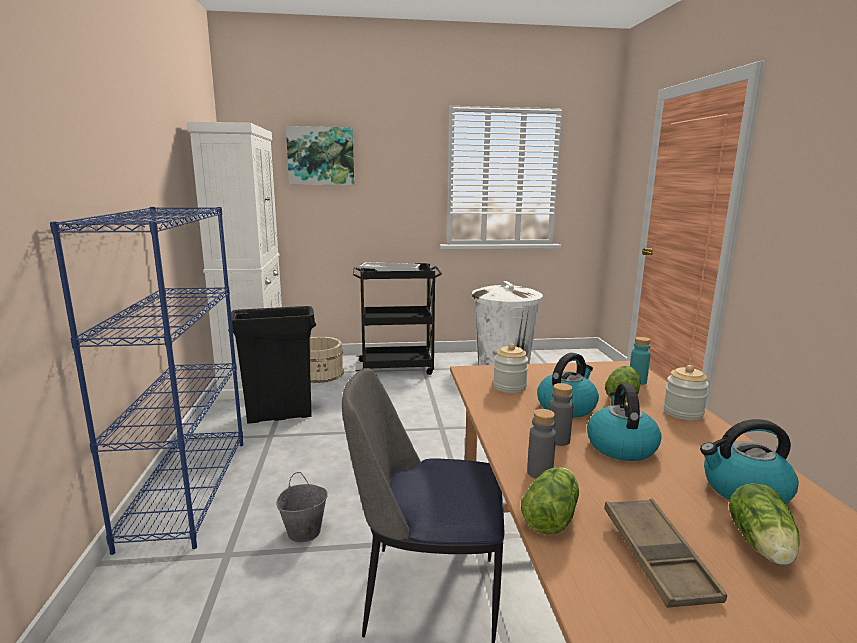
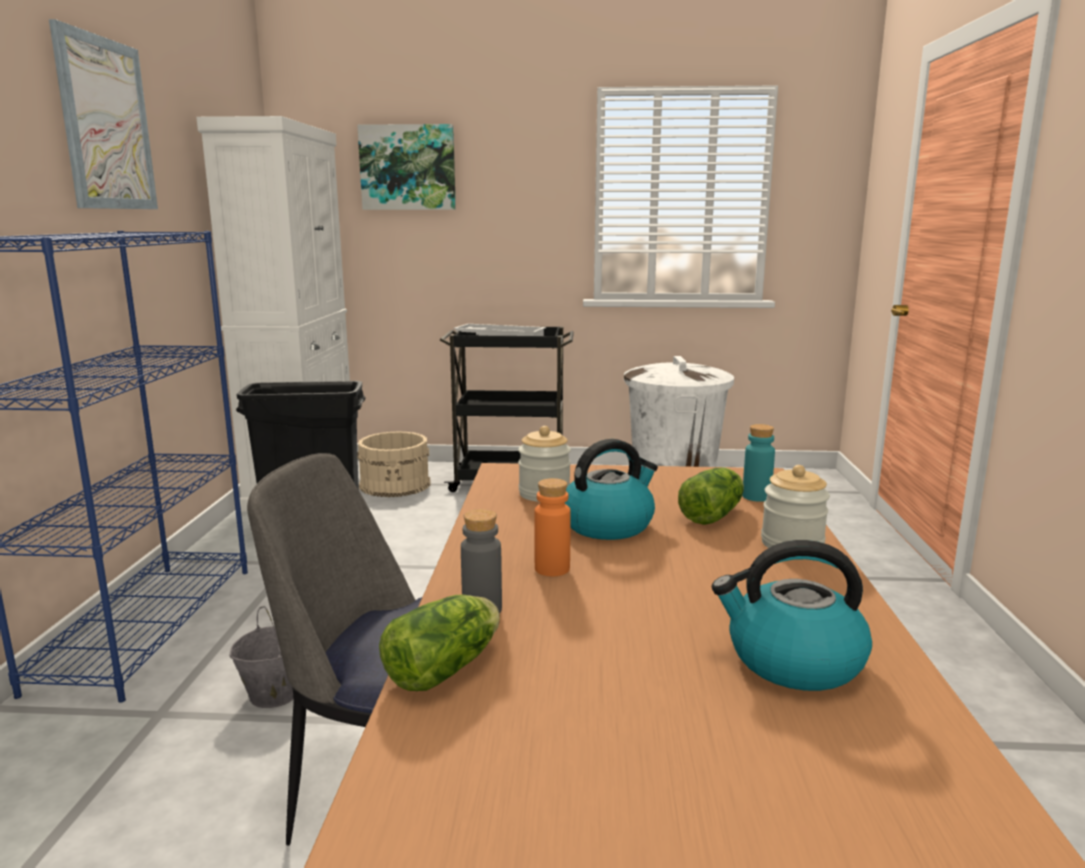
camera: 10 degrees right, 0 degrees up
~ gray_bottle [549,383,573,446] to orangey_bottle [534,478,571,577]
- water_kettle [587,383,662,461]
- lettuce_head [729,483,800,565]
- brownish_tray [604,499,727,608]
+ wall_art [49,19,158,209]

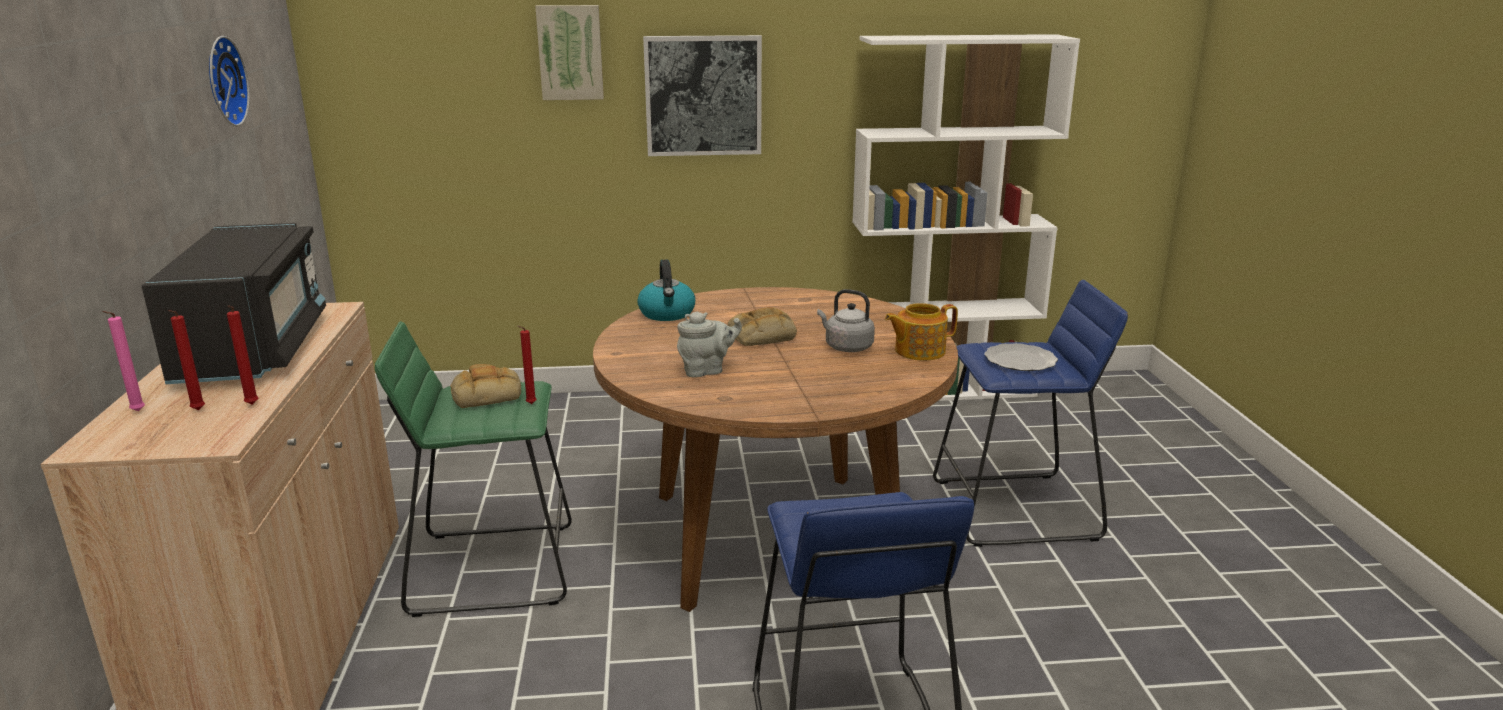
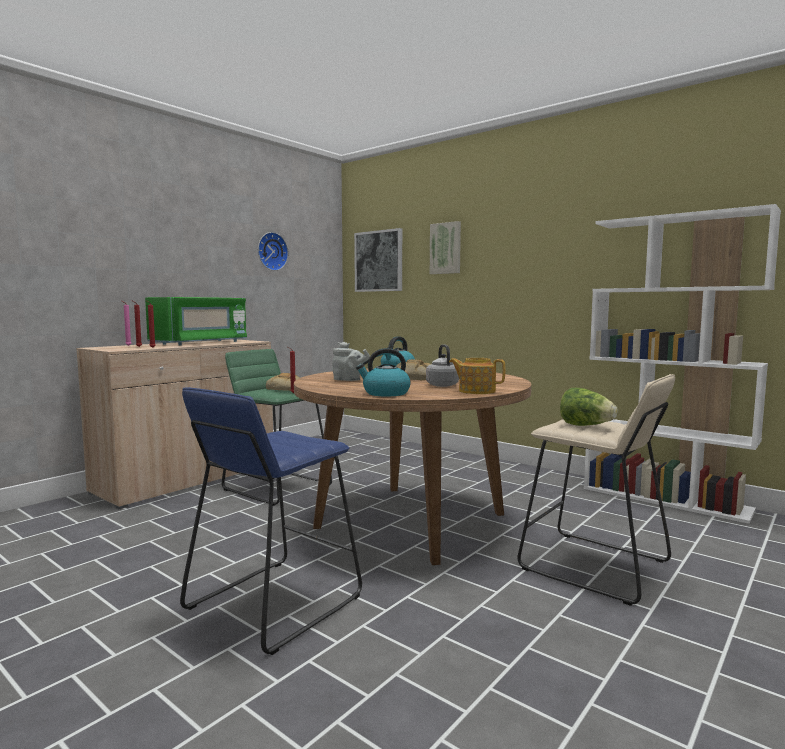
camera: 45 degrees right, 15 degrees down
~ wall_art [643,35,762,156] to [354,228,402,292]
~ black-coloured_kitchen_microwave [142,223,326,384] to green_kitchen_microwave [145,297,247,346]
~ blue_stool_seat [933,280,1128,547] to sand-coloured_stool_seat [517,374,675,606]
~ dinner_plate [984,343,1058,371] to lettuce_head [560,388,618,426]
+ water_kettle [356,348,411,396]

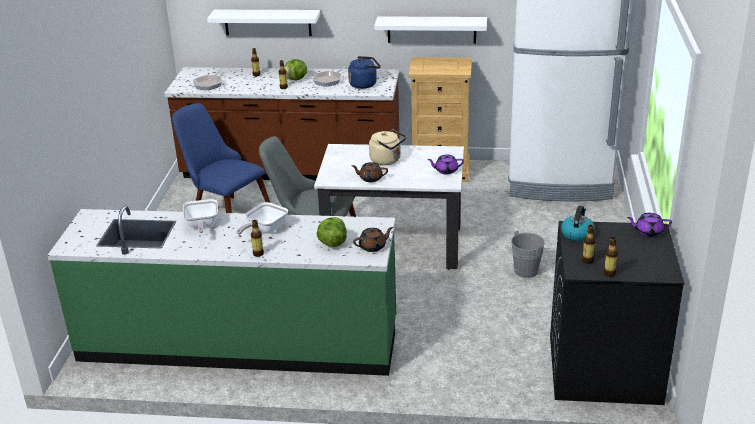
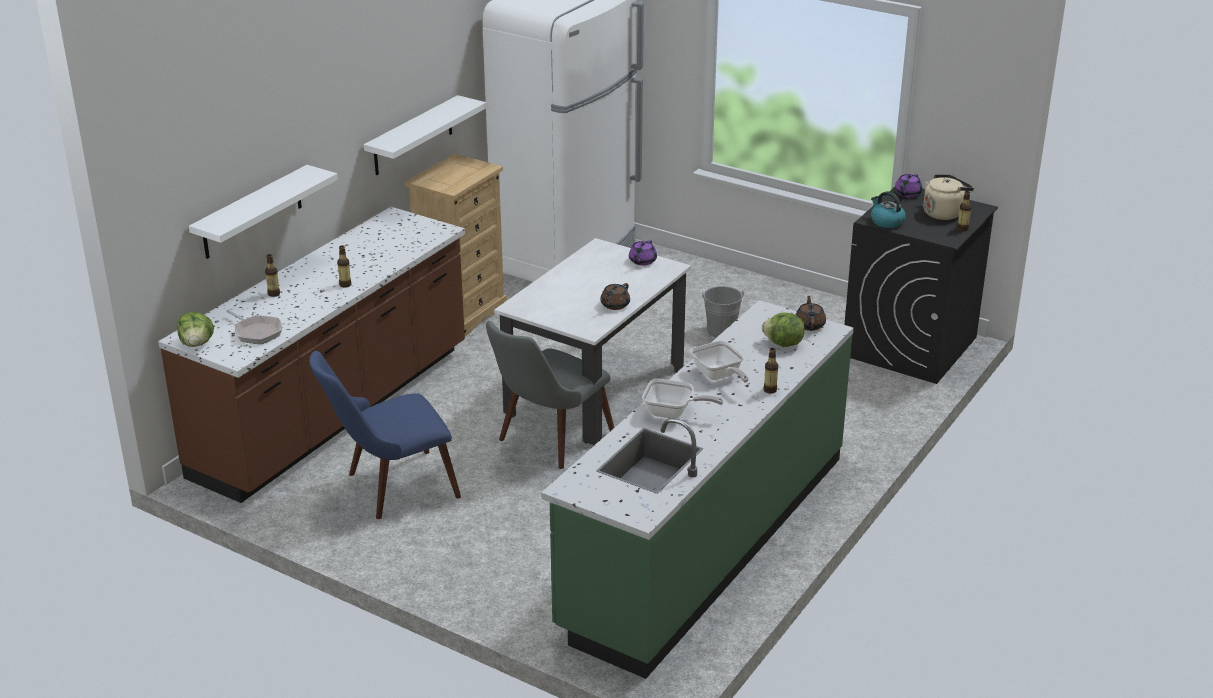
camera: 65 degrees left, 0 degrees up
- blue_water_kettle [348,56,381,89]
~ lettuce_head [284,59,307,80] to [177,312,214,347]
- frying_pan [313,66,347,87]
~ sand-coloured_water_kettle [369,129,406,165] to [923,174,974,220]
- bottle [582,225,596,264]

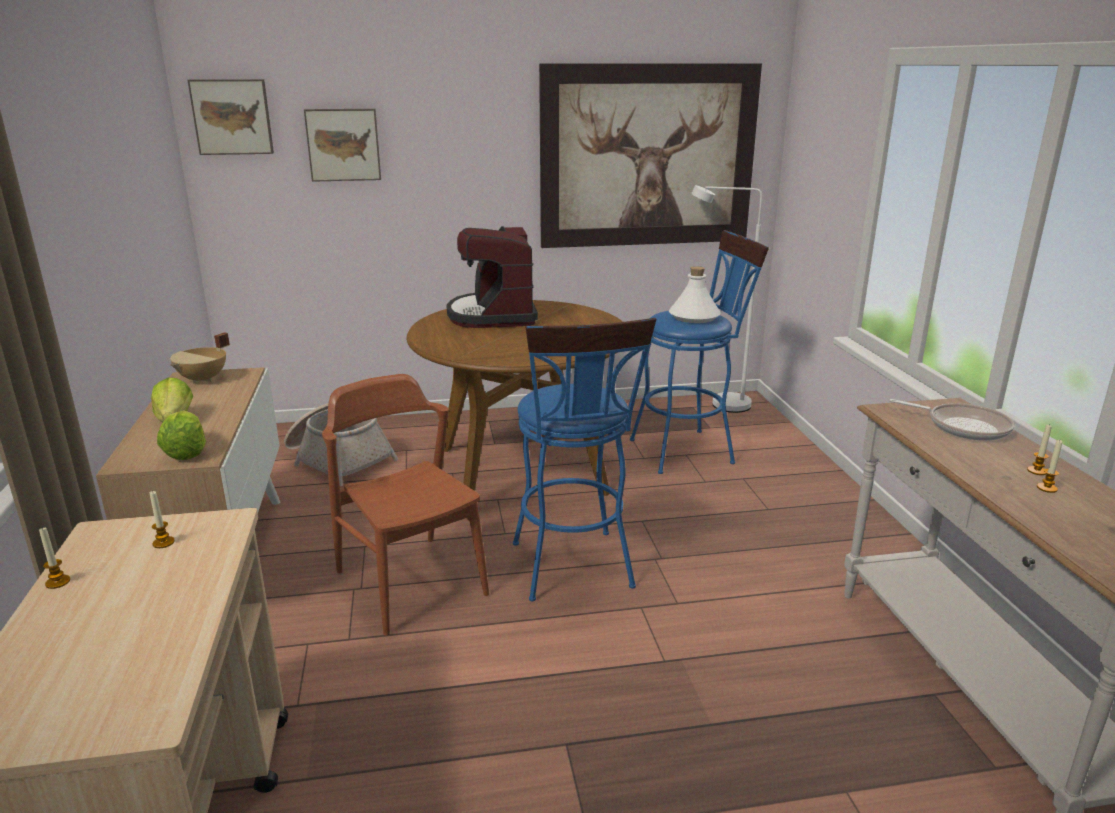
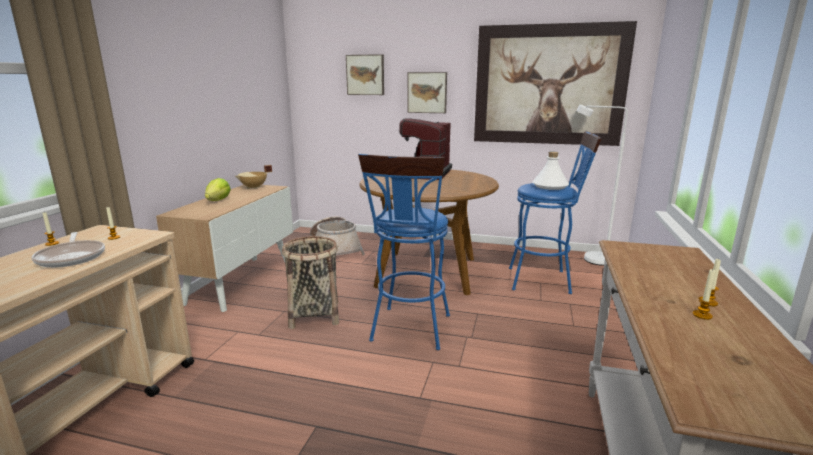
camera: 25 degrees right, 5 degrees down
~ wall_art [187,79,274,155] to [407,72,447,113]
~ brownish_plain_chair [322,374,489,636] to basket [282,236,339,329]
~ frying_pan [889,399,1014,441] to [31,232,105,268]
- lettuce_head [157,410,206,460]

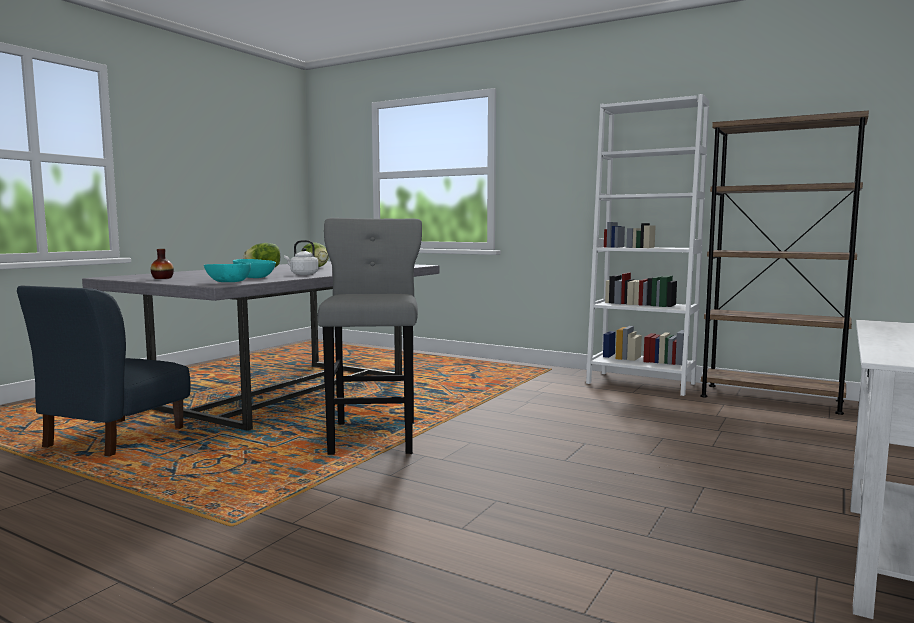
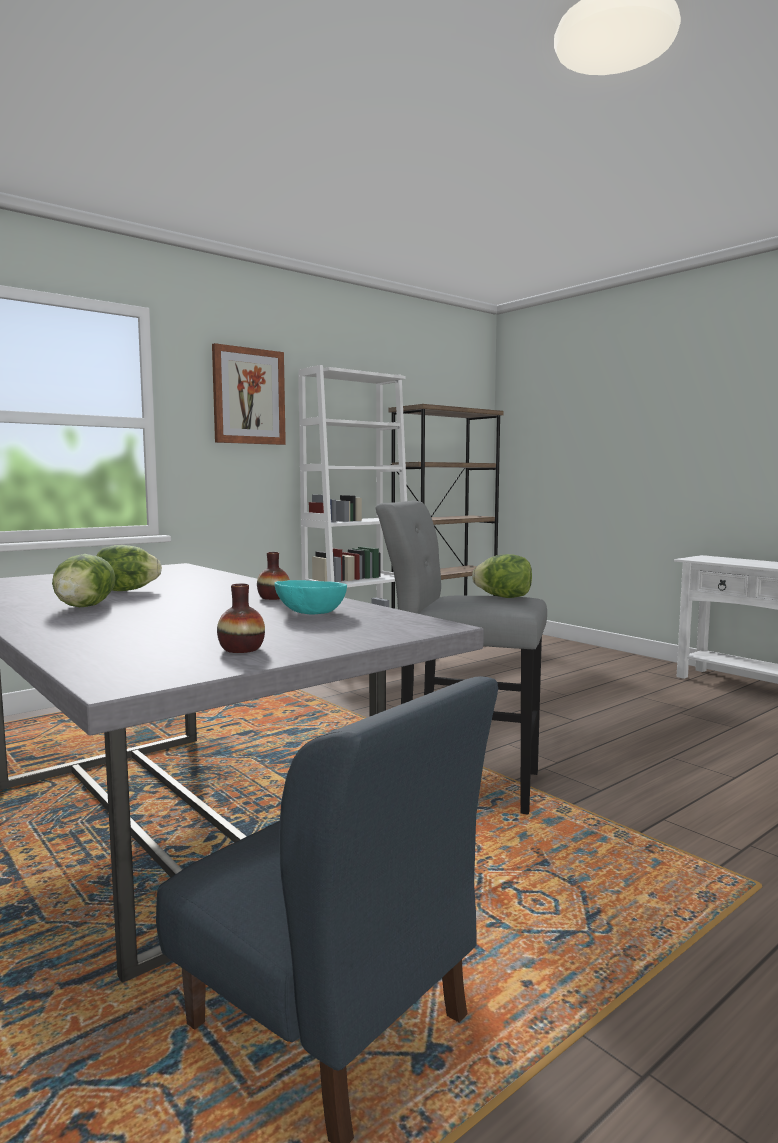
camera: 70 degrees left, 0 degrees up
~ whitish_water_kettle [284,240,319,275] to decorative_vase [257,552,290,600]
- turquoise-coloured_deep_dish [204,264,251,282]
+ wall_art [212,343,286,445]
+ lettuce_head [472,554,532,598]

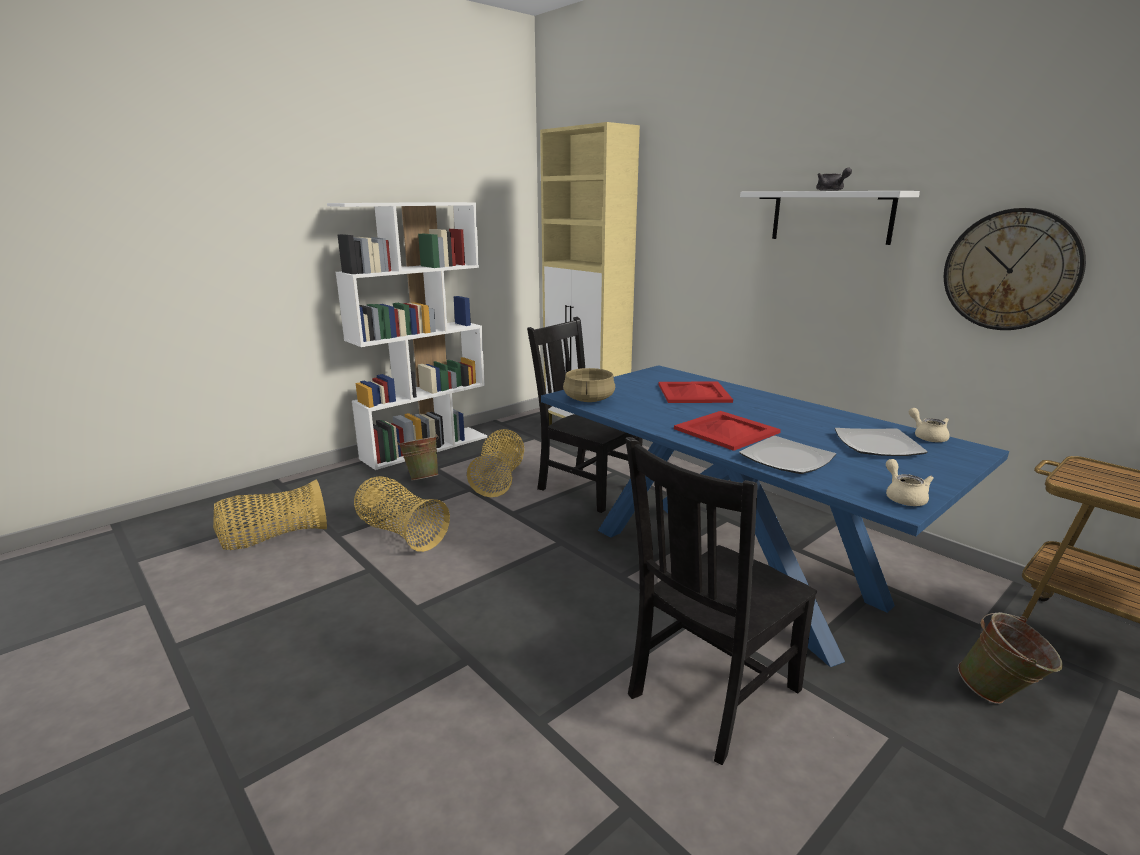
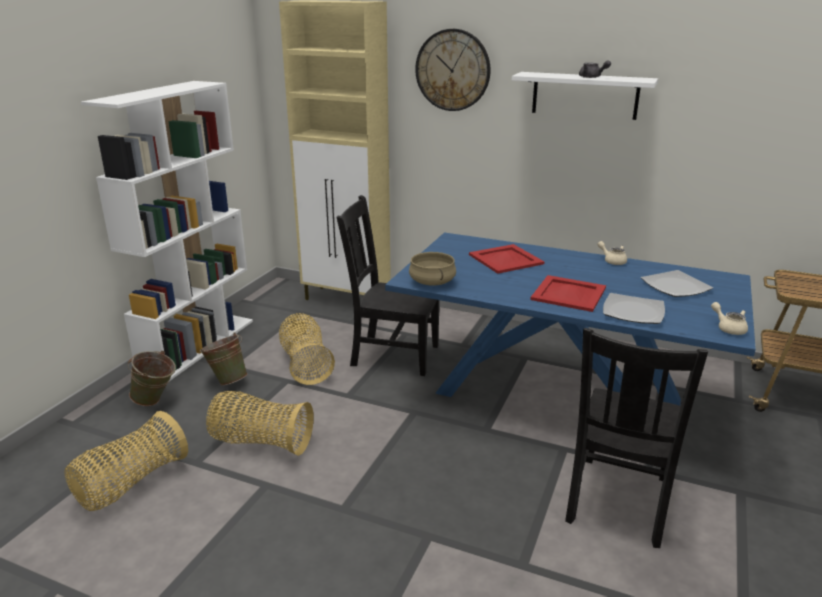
camera: 25 degrees left, 5 degrees up
~ hanging_clock [944,208,1086,330] to [415,29,491,111]
~ sand-coloured_tea_pot [909,408,949,442] to [597,241,627,265]
~ green_water_bucket [958,612,1063,704] to [128,351,176,406]

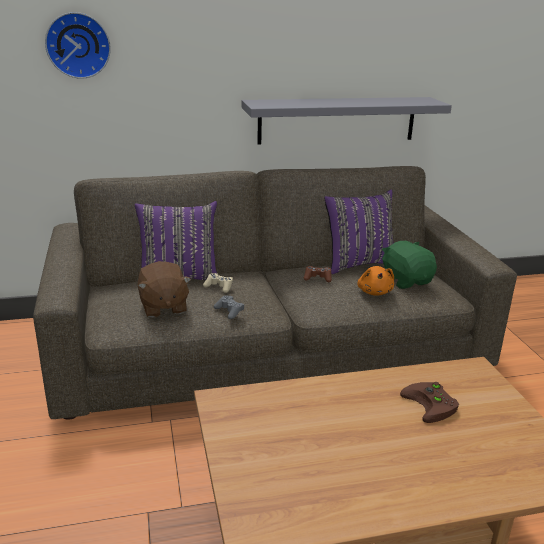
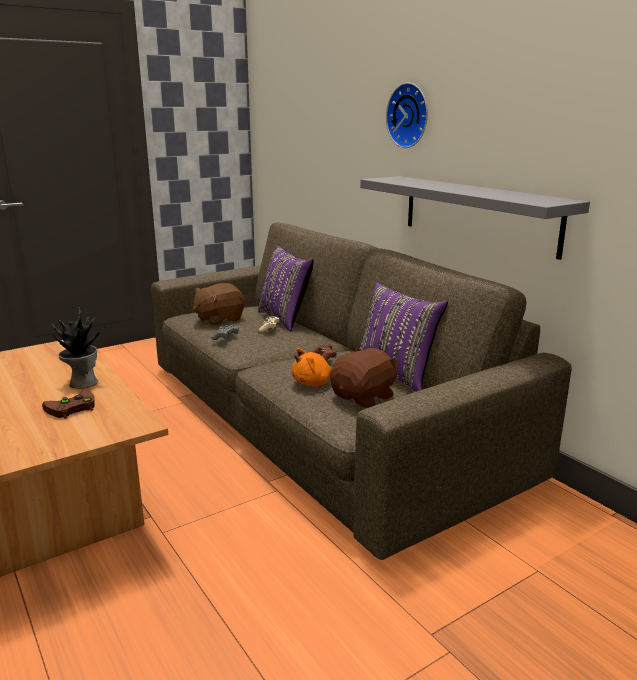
camera: 70 degrees right, 5 degrees down
~ hanging_clock [45,12,111,79] to [386,83,428,148]
~ green_plush_toy [382,241,437,289] to brownish_plush_toy [330,347,399,408]
+ plant_in_a_pot [51,307,105,389]

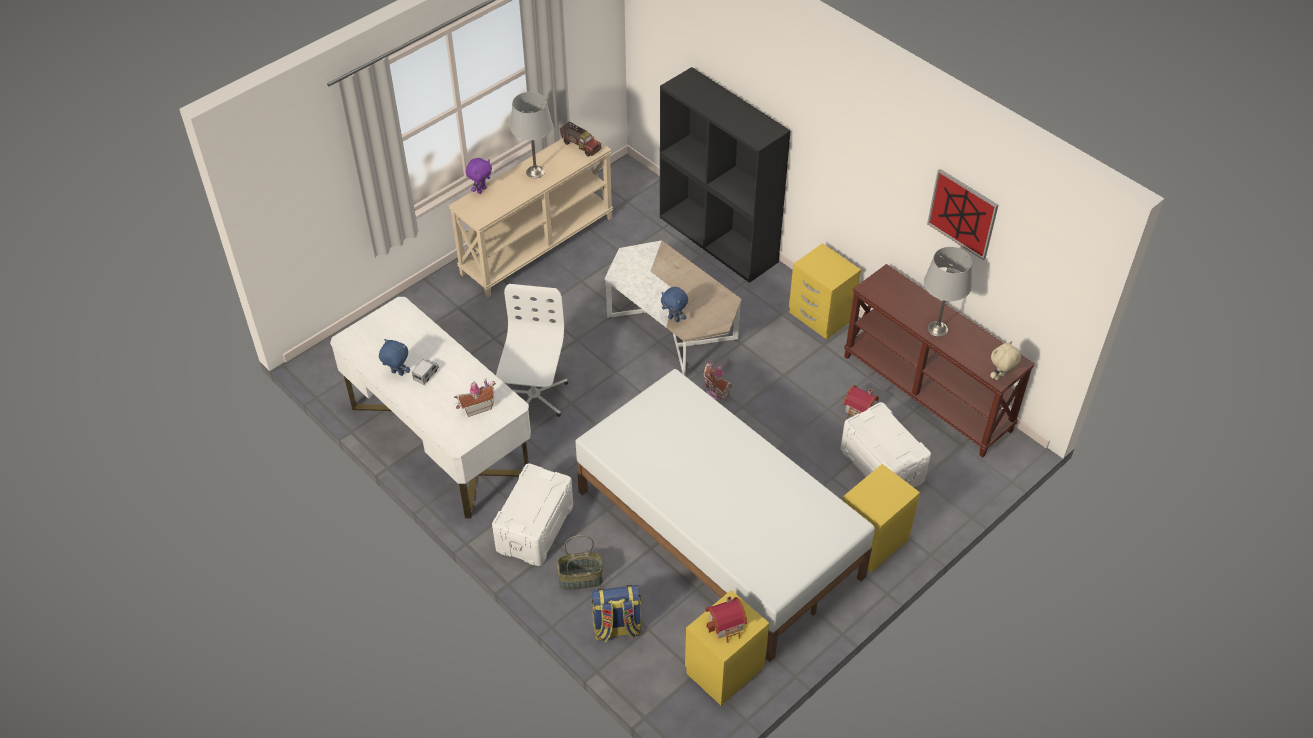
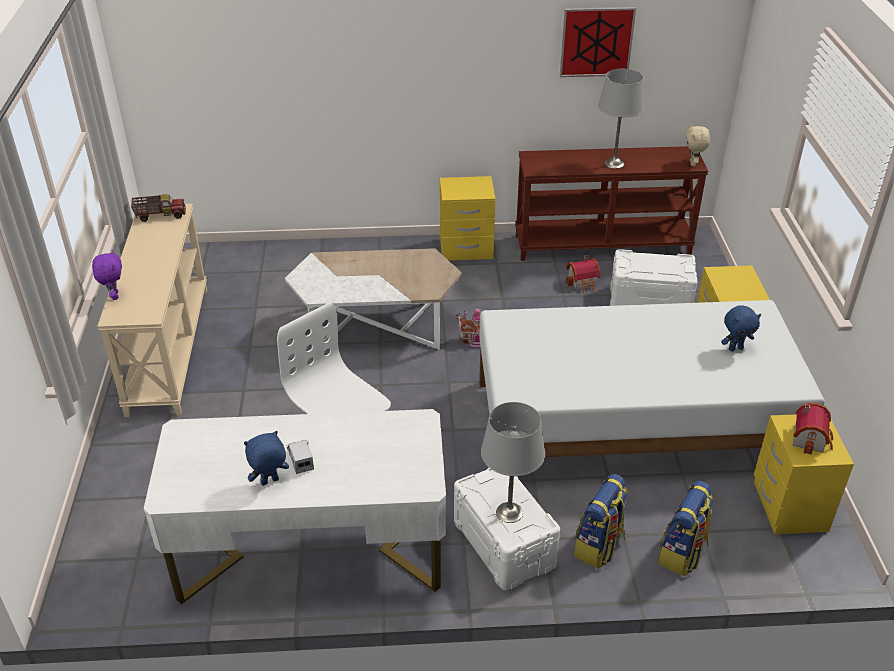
camera: 50 degrees left, 10 degrees down
- black-coloured_shelving_unit [660,67,791,283]
~ gray_lamp_for_a_table [510,92,553,178] to [481,402,545,523]
~ blue_plush_toy [661,287,688,322] to [721,305,761,352]
- miniature_house [454,379,496,417]
~ basket [556,535,603,590] to backpack [574,474,628,569]

